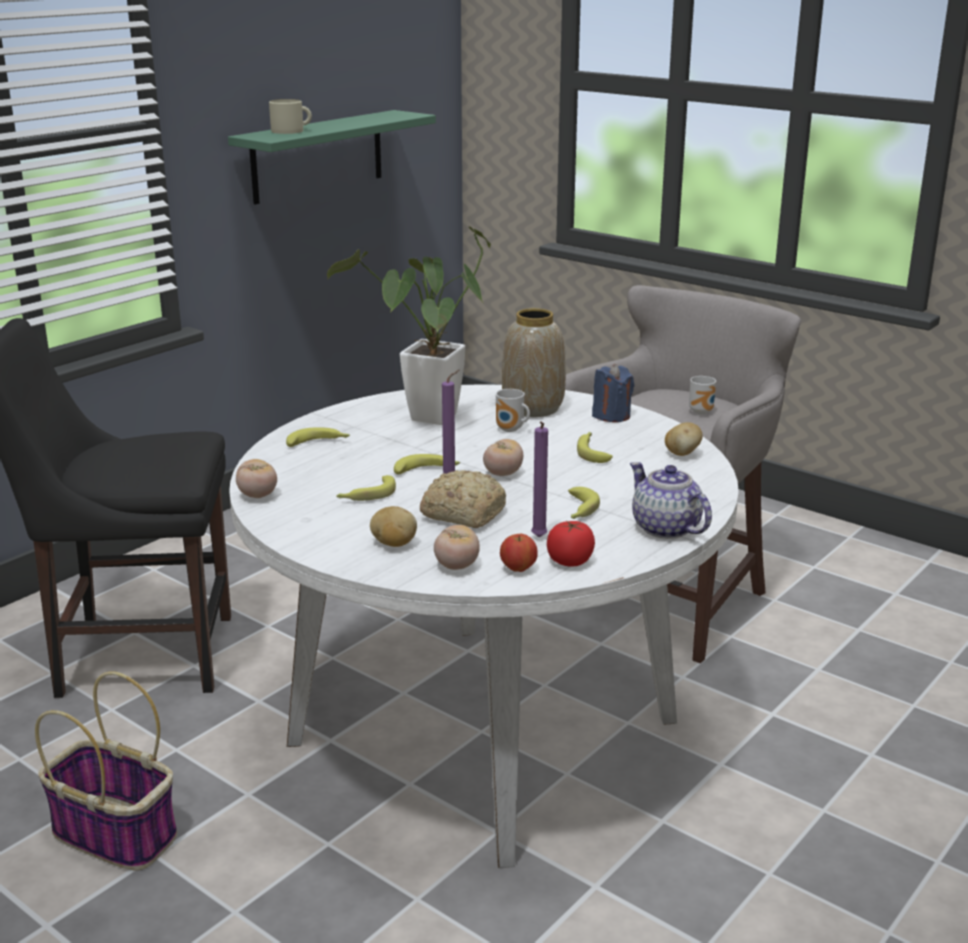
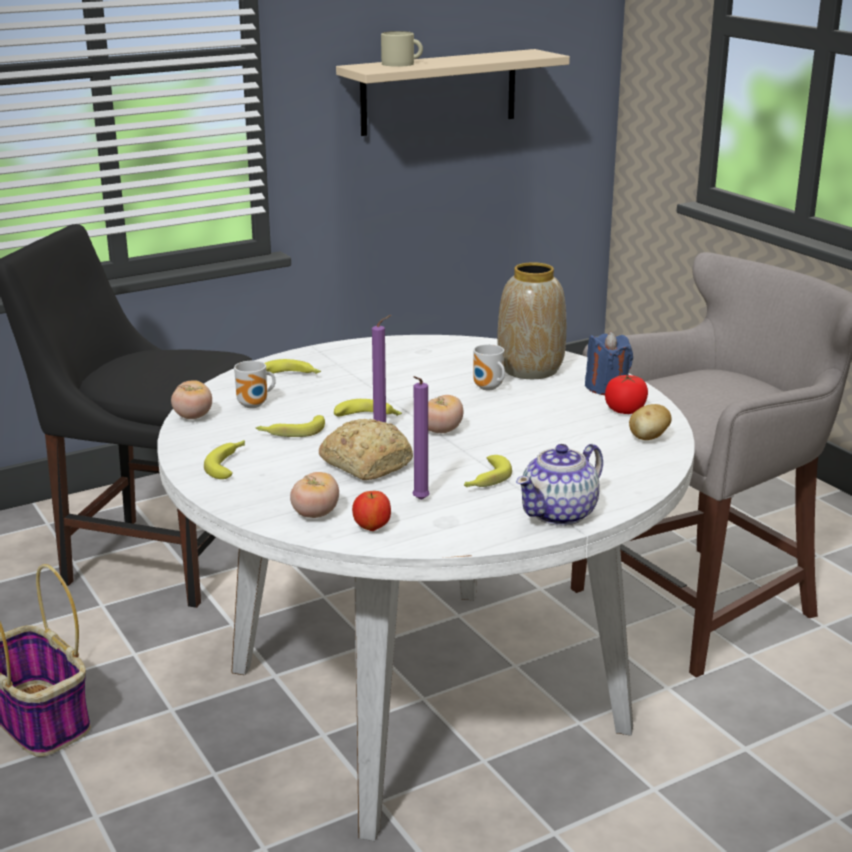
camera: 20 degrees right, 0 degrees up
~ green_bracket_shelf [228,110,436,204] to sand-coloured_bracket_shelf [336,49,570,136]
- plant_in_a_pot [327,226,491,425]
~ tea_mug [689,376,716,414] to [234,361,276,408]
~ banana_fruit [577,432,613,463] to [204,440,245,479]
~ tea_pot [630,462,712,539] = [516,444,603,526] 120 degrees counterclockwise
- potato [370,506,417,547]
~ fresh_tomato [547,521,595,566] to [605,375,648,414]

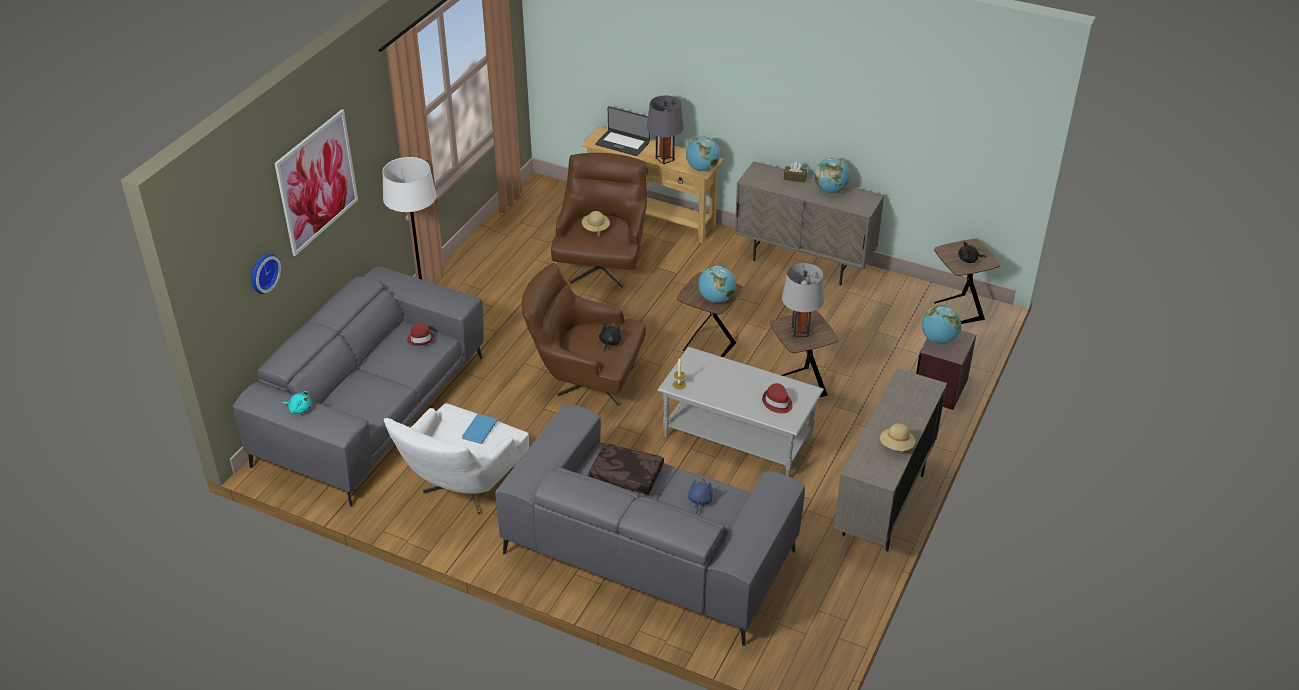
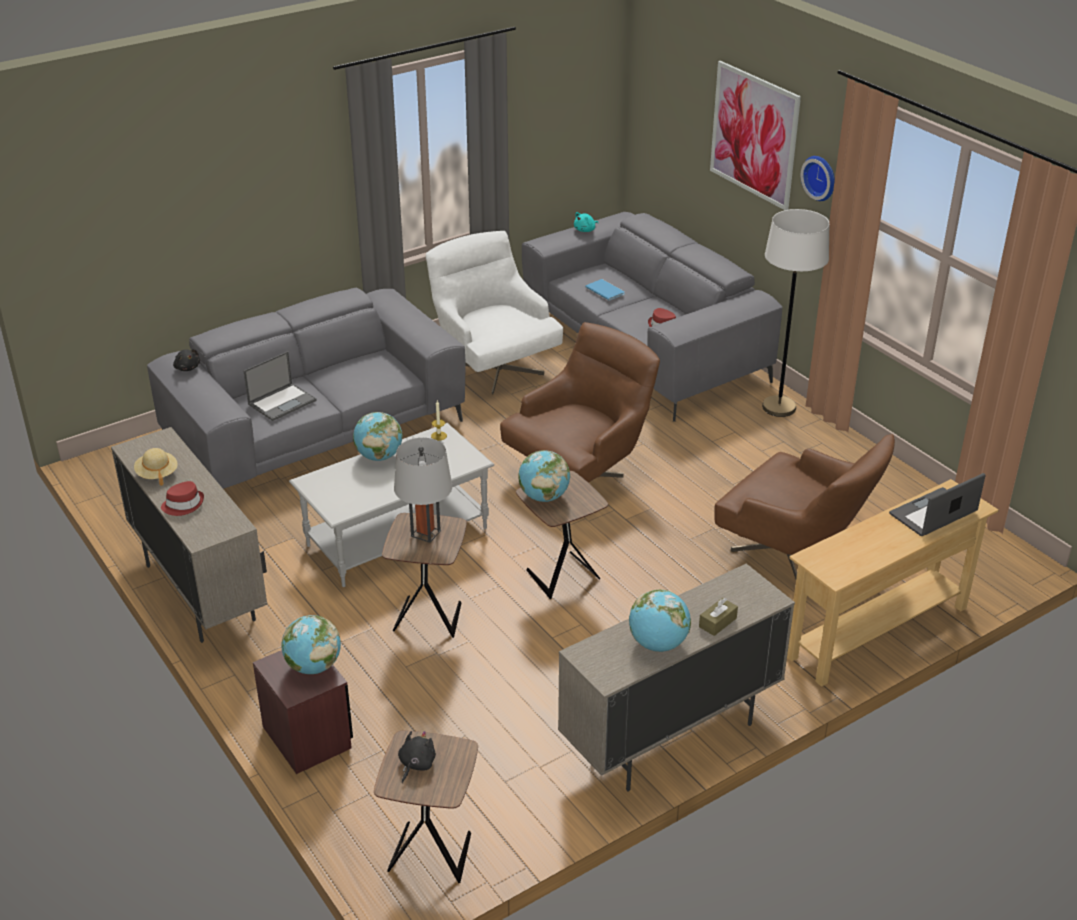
camera: 120 degrees right, 5 degrees down
- gray_lamp_for_a_table [647,95,684,164]
~ world_globe [686,137,720,171] to [353,412,403,461]
- sand-coloured_wearable_hat [582,211,610,236]
~ hanging_clock [251,254,281,294] to [801,156,835,201]
~ black-coloured_plush_toy [599,322,621,352] to [173,349,200,371]
~ red-coloured_wearable_hat [762,383,792,413] to [161,481,204,516]
~ blue_bound_book [462,414,498,444] to [585,279,625,301]
- brownish_pillow [588,443,664,495]
~ blue_plush_toy [688,478,713,514] to portable_computer [244,351,317,421]

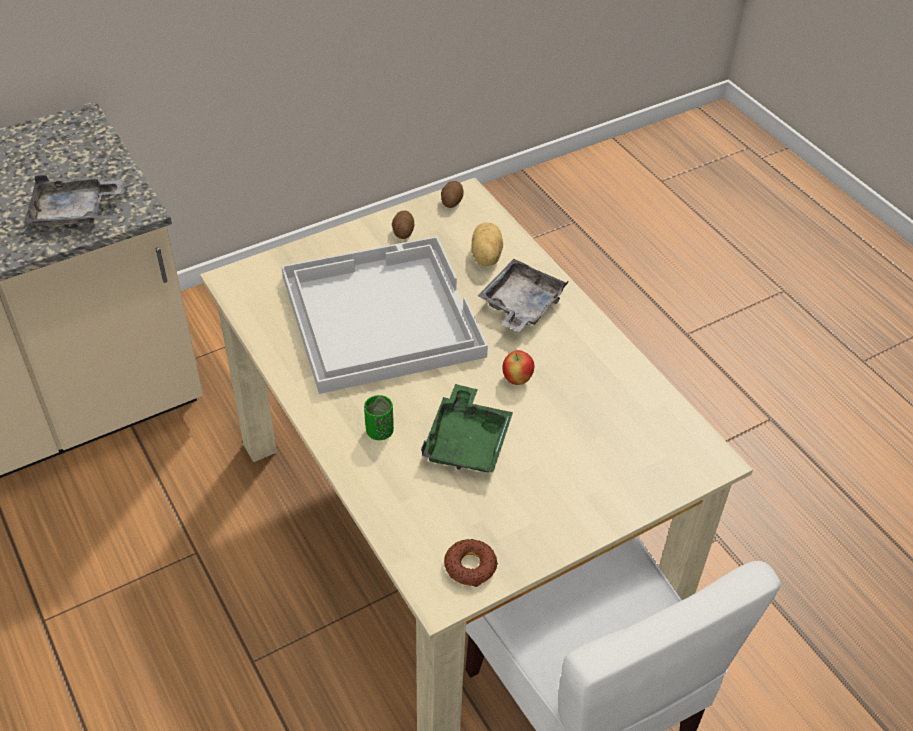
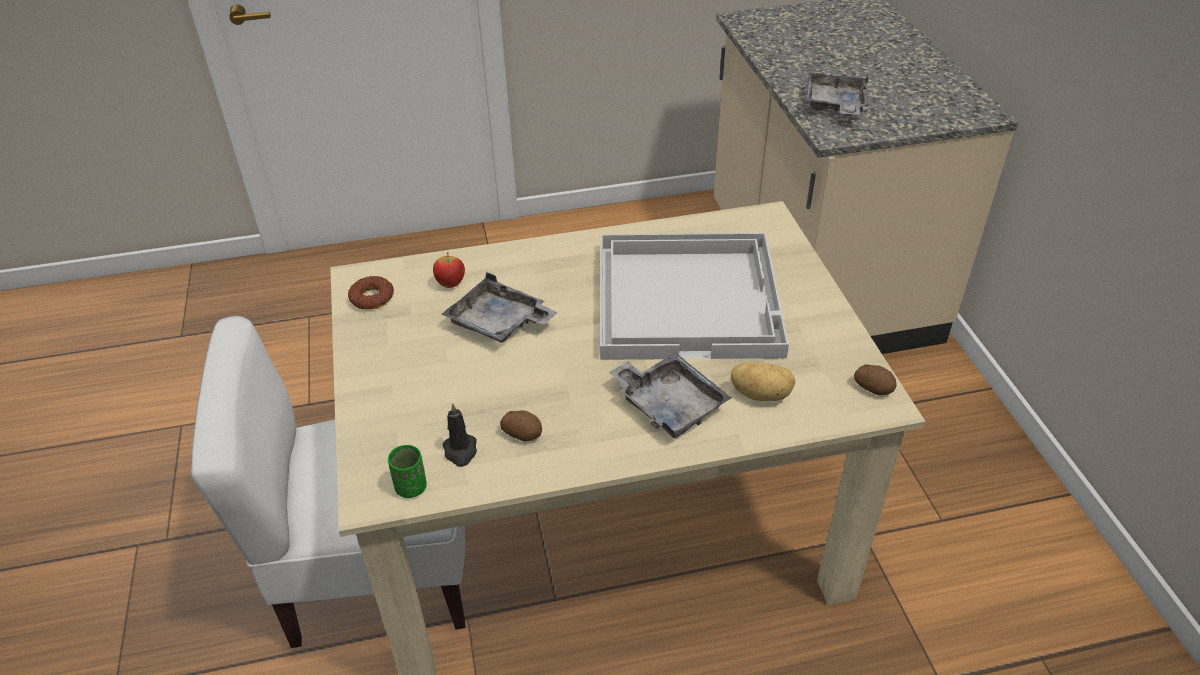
camera: 110 degrees right, 5 degrees down
~ potato [392,211,414,239] to [500,411,542,441]
~ whole_apple [502,350,534,385] to [433,252,465,288]
~ green_tray [421,384,513,472] to gray_tray [442,272,557,343]
~ green_cup [364,395,394,440] to [388,445,427,498]
+ black-coloured_wax_light [442,403,477,467]

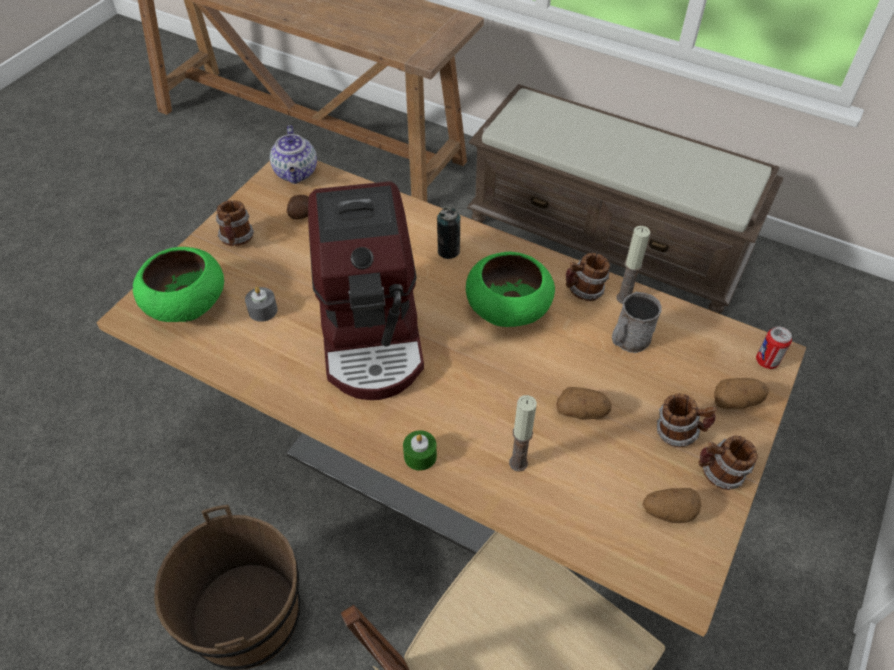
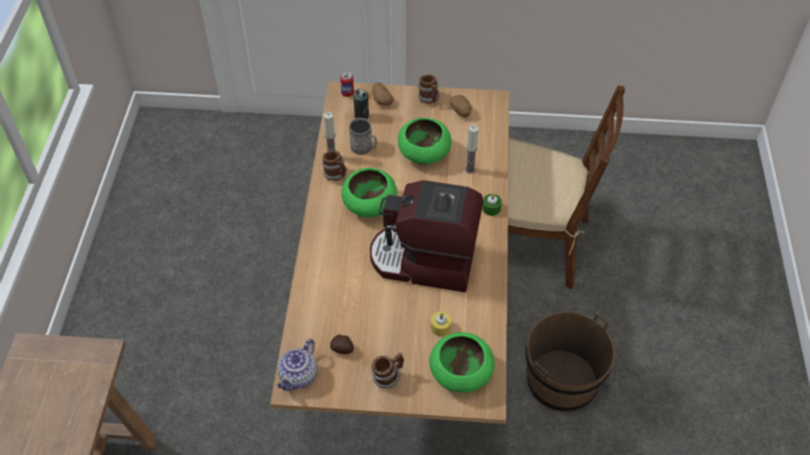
camera: 115 degrees left, 0 degrees up
- brownish_indoor_bench [467,84,784,314]
~ tea_pot [270,125,317,184] = [277,339,317,391] 150 degrees clockwise
~ coffee_maker [308,181,424,400] = [370,180,483,292] 135 degrees counterclockwise
~ can [437,207,460,259] to [354,89,369,119]
~ gray_wax_light [245,287,278,322] to yellow-coloured_wax_light [431,311,452,336]
~ potato [556,387,612,419] to green_deep_dish [398,118,452,165]
- tea_mug [657,393,717,447]

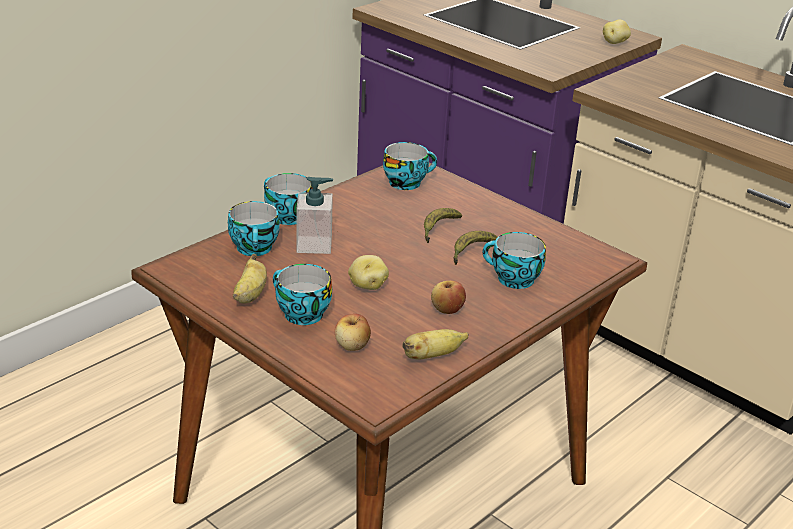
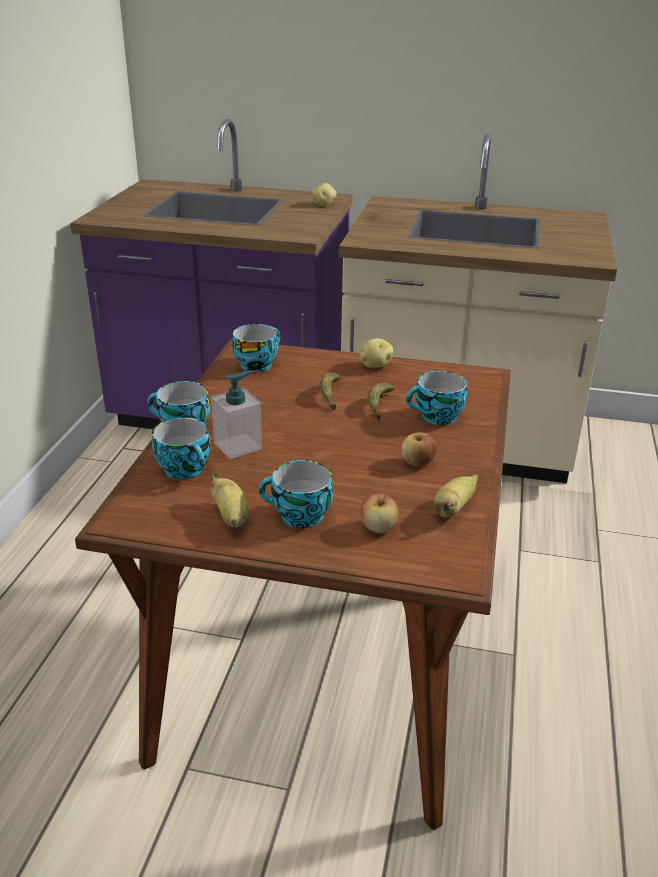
camera: 30 degrees left, 0 degrees up
~ potato [348,255,389,290] to [359,338,393,368]

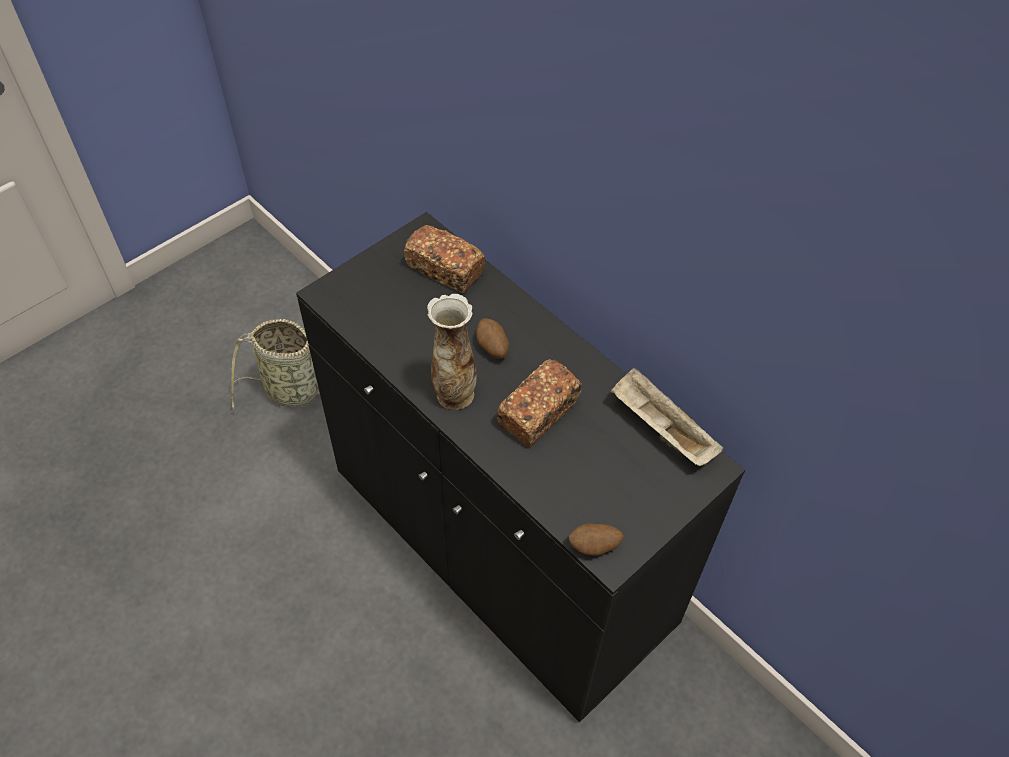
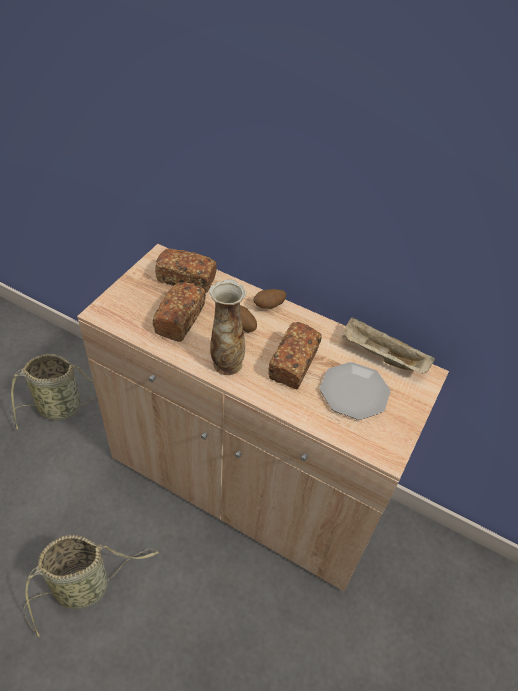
camera: 20 degrees left, 5 degrees down
~ black-coloured_cupboard [296,212,745,722] to sand-coloured_cupboard [77,244,449,591]
~ potato [569,523,624,556] to [254,289,286,309]
+ baked_bread [153,282,206,342]
+ dinner_plate [320,362,390,420]
+ basket [24,535,159,637]

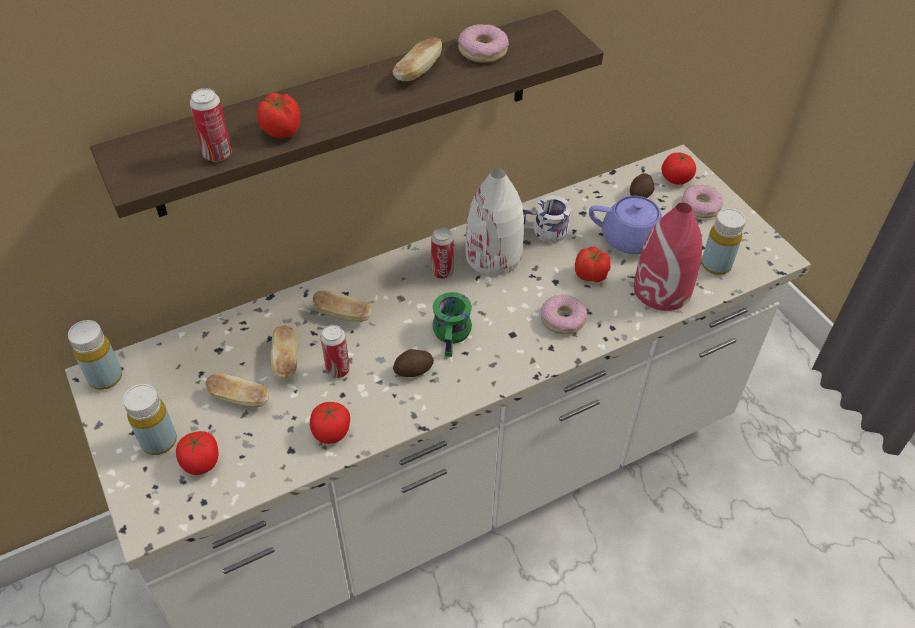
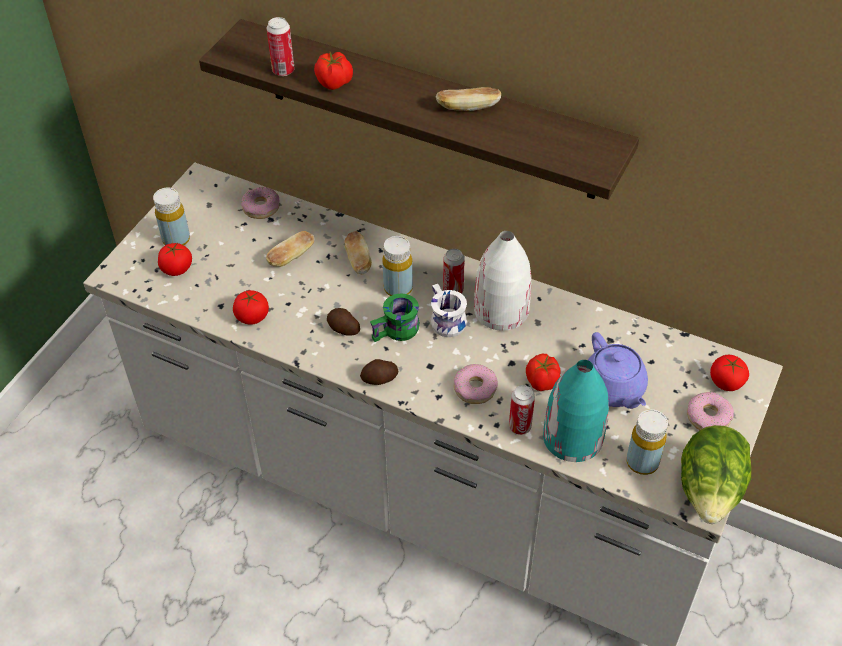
camera: 55 degrees right, 0 degrees up
~ ring_doughnut [458,24,509,63] to [241,187,280,219]
~ potato [630,173,655,198] to [360,359,398,385]
~ whitish_tea_mug [522,196,572,243] to [431,284,467,337]
~ red-coloured_decorative_vase [634,203,702,311] to turquoise-coloured_decorative_vase [543,360,609,462]
~ yellow-coloured_bottle [68,320,122,390] to [382,236,413,296]
~ can [321,325,350,378] to [509,385,535,435]
- baked_bread [206,374,269,407]
+ lettuce_head [681,425,751,524]

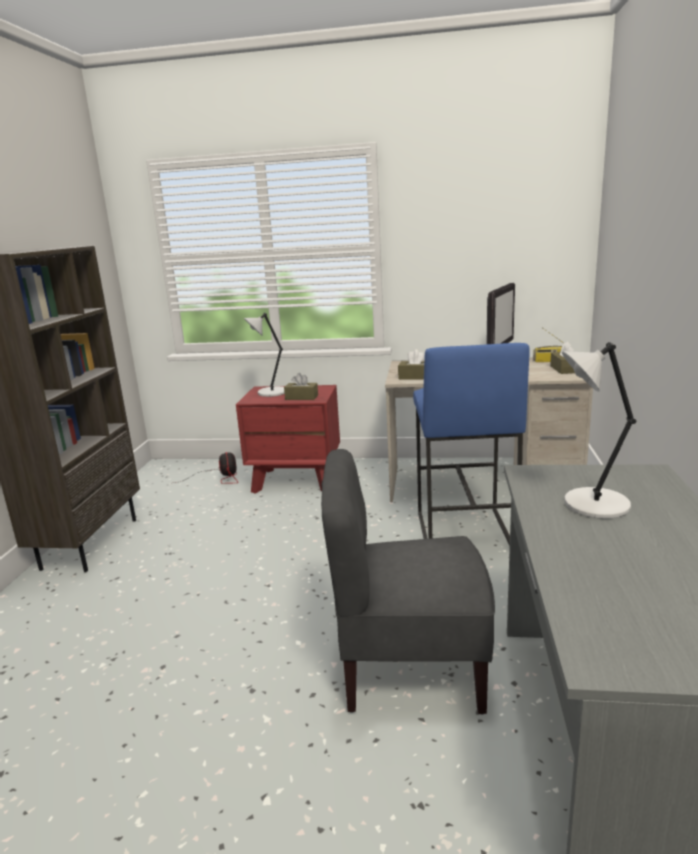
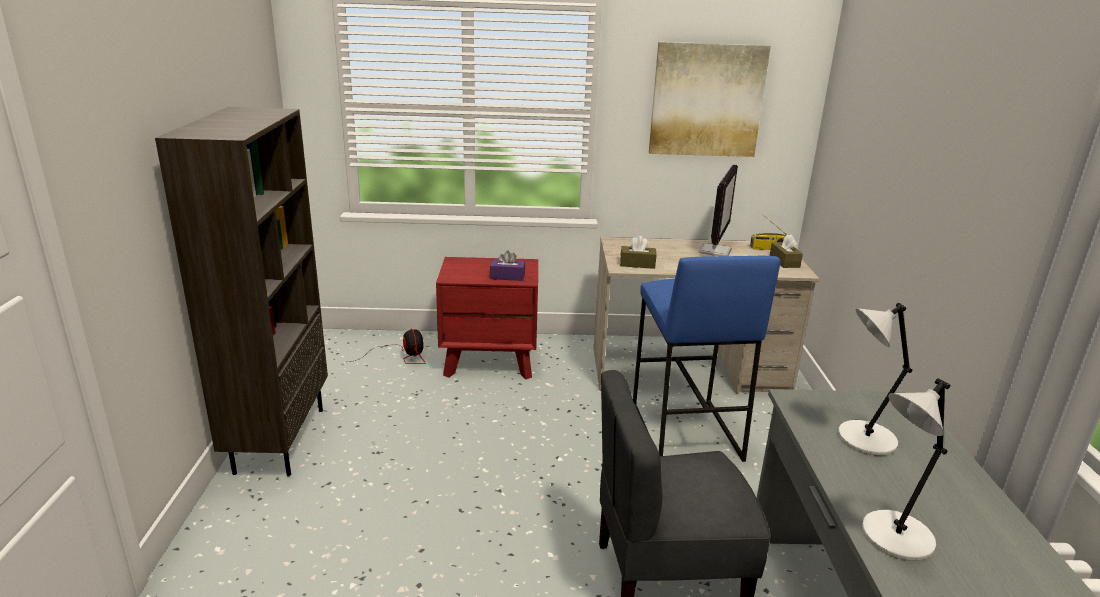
camera: 10 degrees left, 5 degrees up
~ gray_lamp_for_a_table [244,313,285,397] to [862,378,951,561]
~ brownish_tissue_box [284,373,318,400] to purple-coloured_tissue_box [490,251,525,281]
+ wall_art [649,42,771,157]

